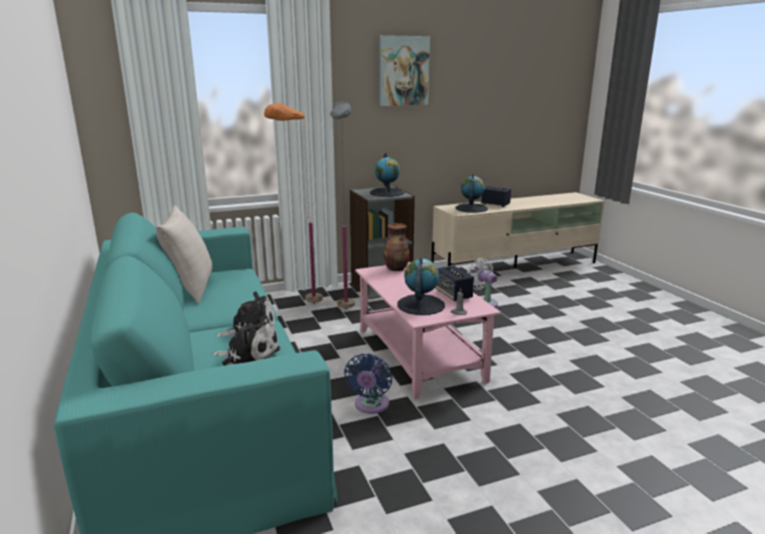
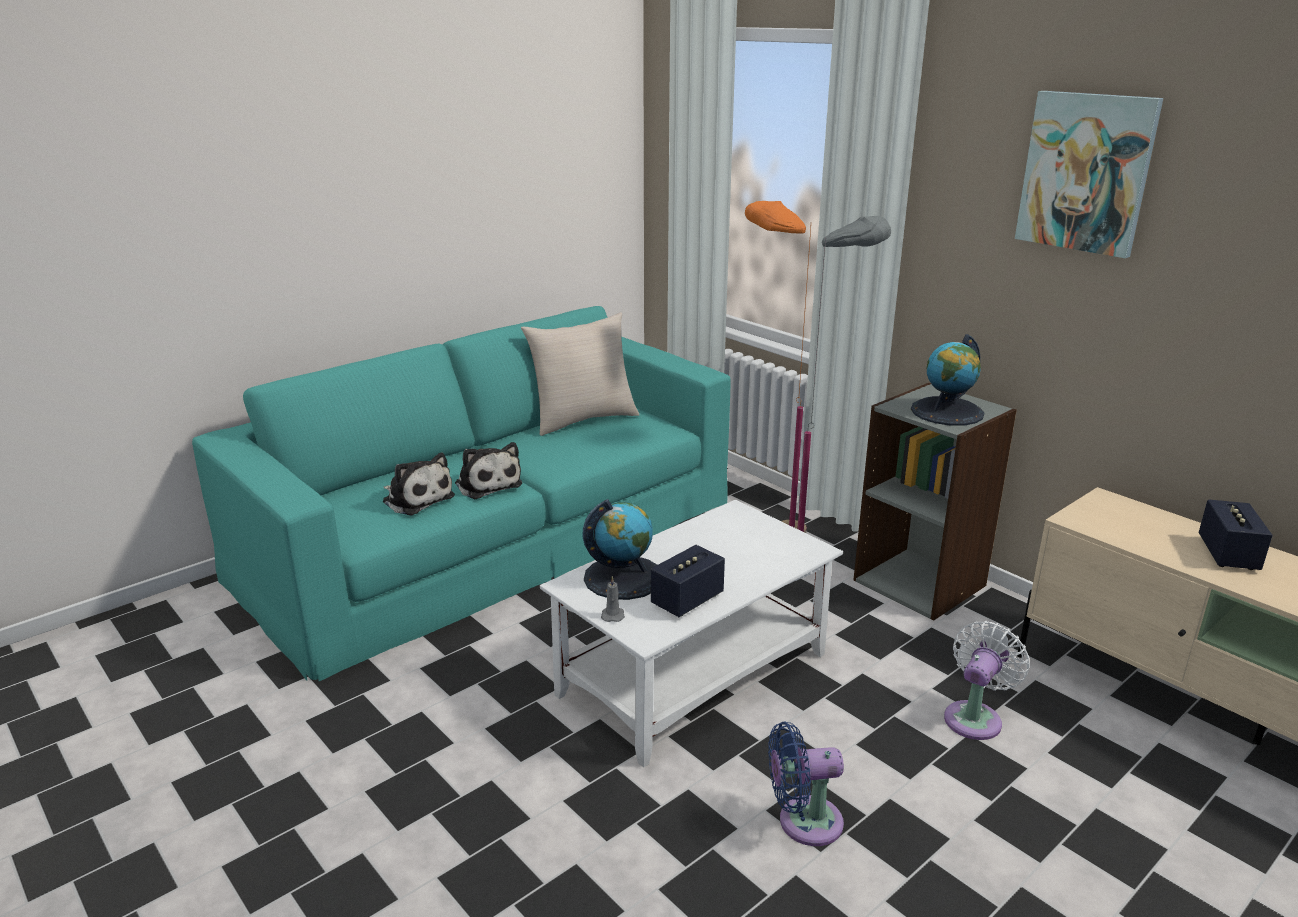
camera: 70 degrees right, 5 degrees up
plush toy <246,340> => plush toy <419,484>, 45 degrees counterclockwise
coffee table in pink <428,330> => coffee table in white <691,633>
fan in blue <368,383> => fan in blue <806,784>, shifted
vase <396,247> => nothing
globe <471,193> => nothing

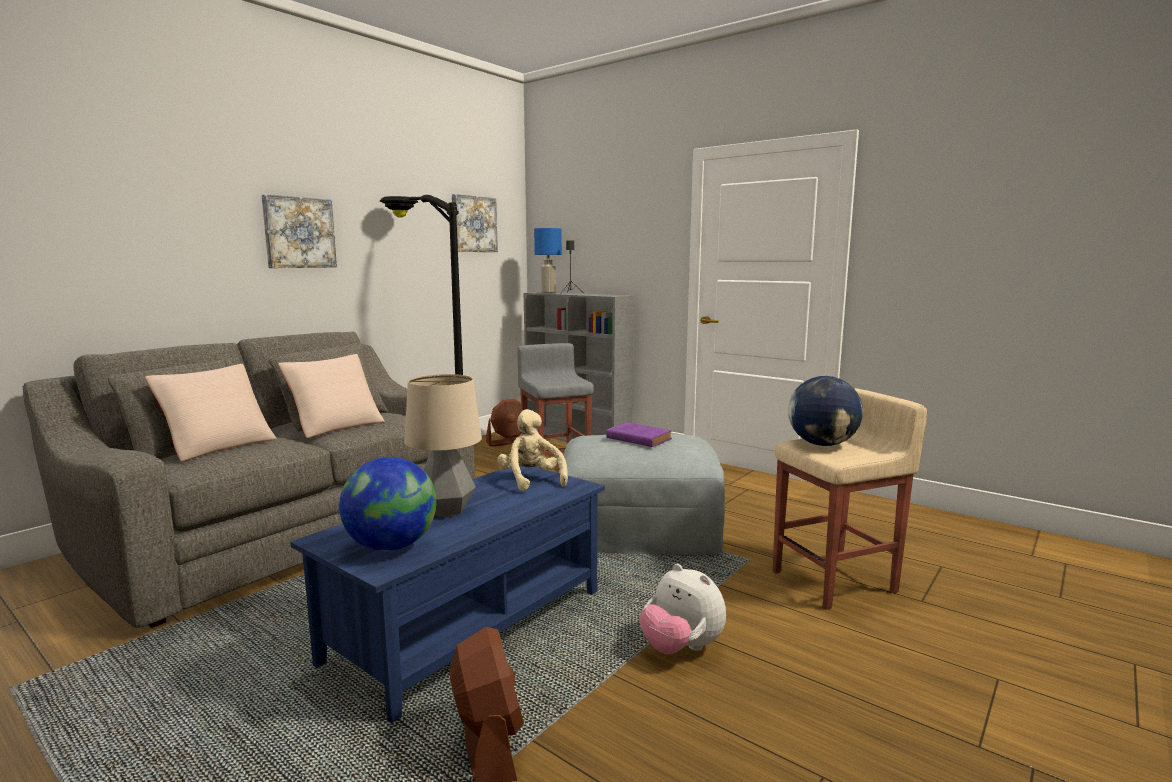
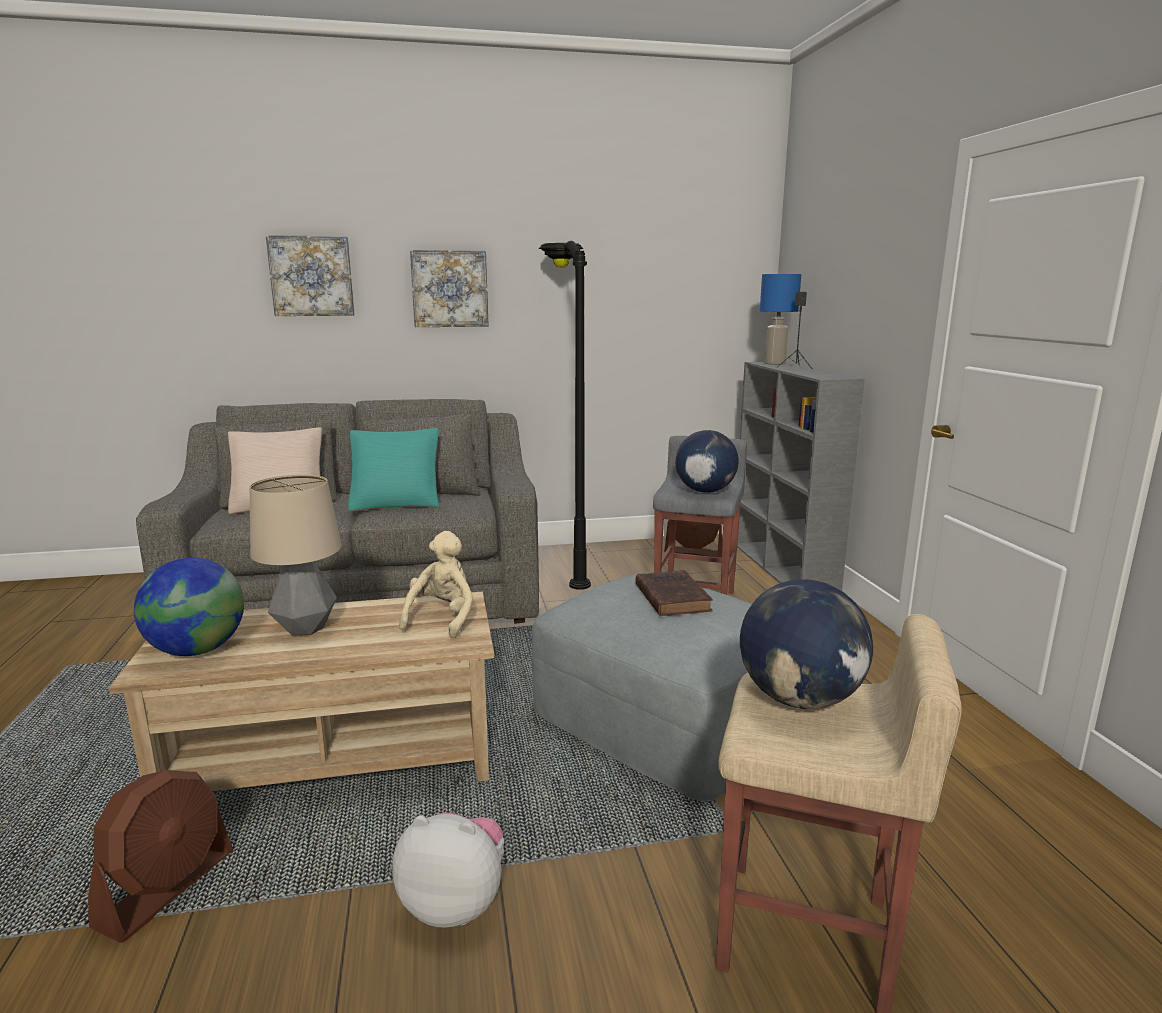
camera: 40 degrees right, 5 degrees up
coffee table in blue <447,595> => coffee table in beige <301,691>
picture <475,223> => picture <310,275>, shifted
pillow in beige <331,396> => pillow in turquoise <394,469>
plush toy <683,609> => plush toy <448,870>, 105 degrees clockwise
book in purple <639,434> => book in brown <674,593>
nothing => globe <707,461>

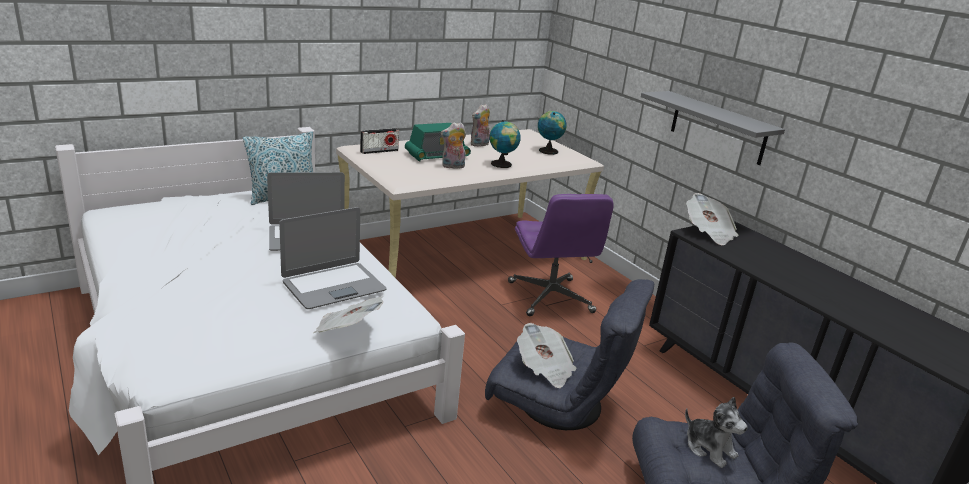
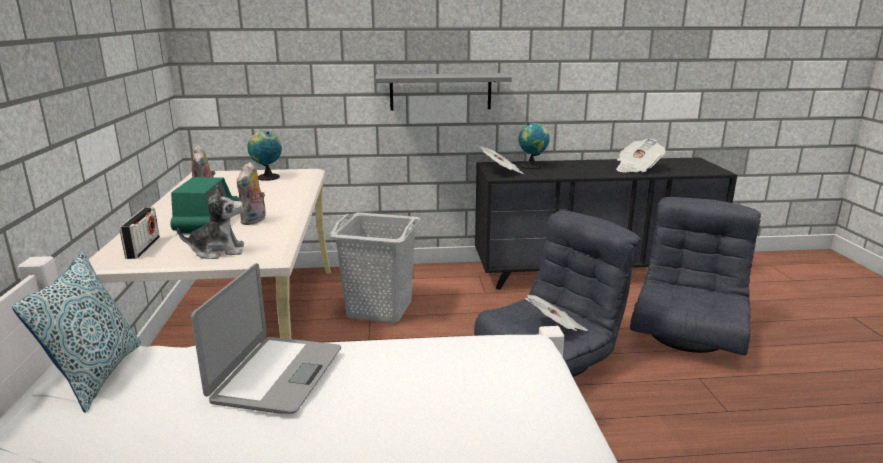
camera: 60 degrees left, 5 degrees down
plush toy <716,432> => plush toy <210,222>, shifted
office chair in purple <561,255> => laundry basket in grey <375,267>
globe <505,144> => globe <534,146>, shifted
newspaper <348,314> => newspaper <641,155>, shifted
laptop <333,258> => nothing

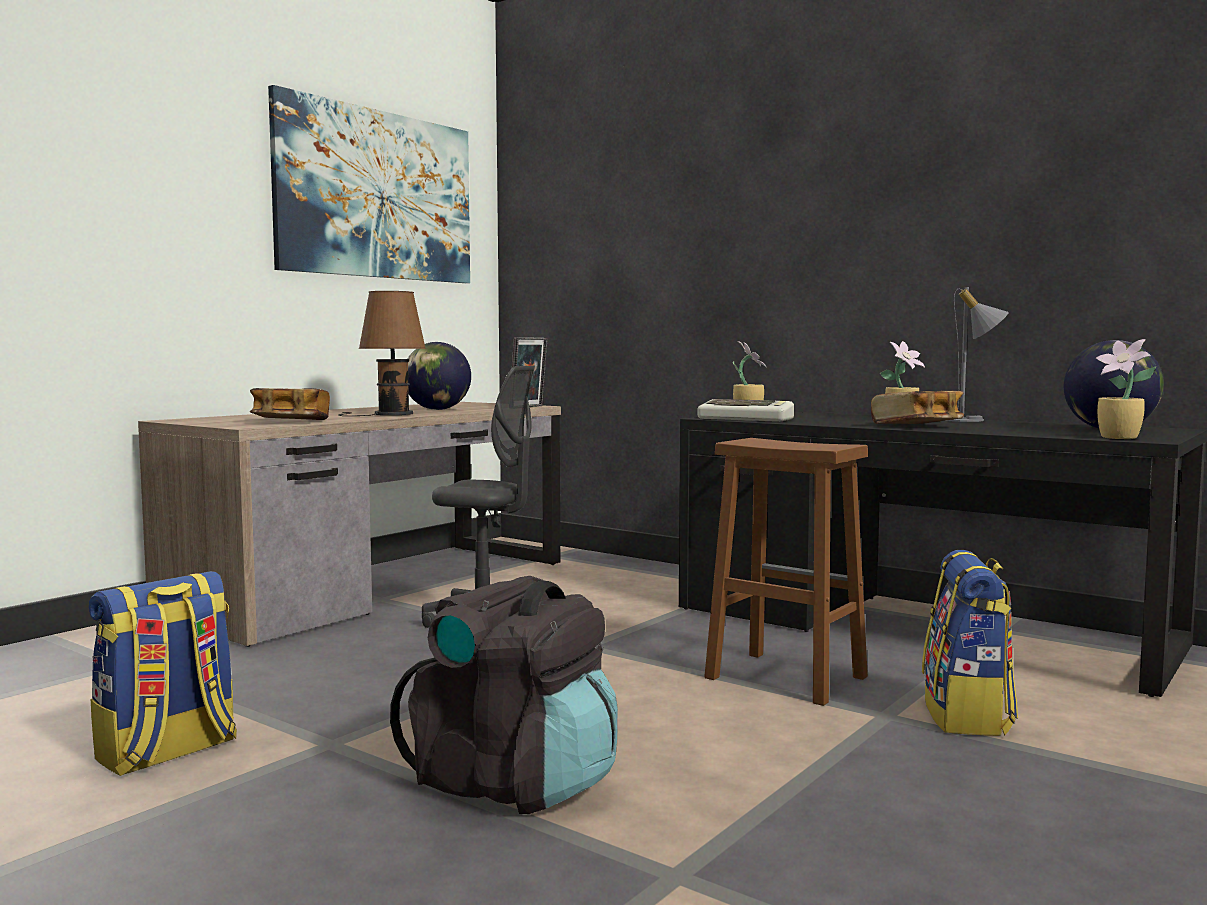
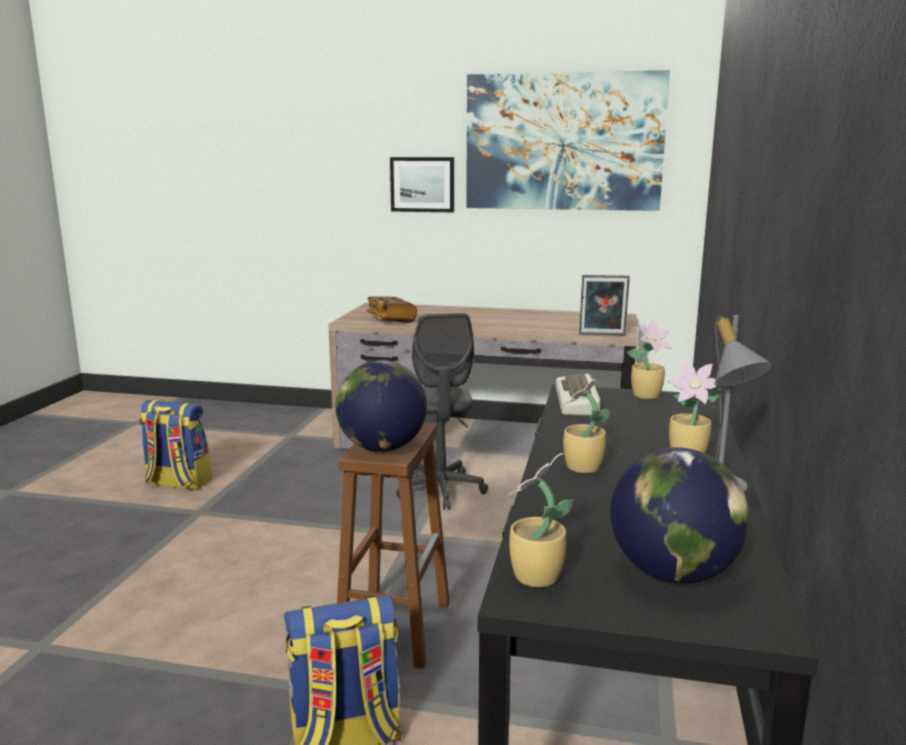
camera: 65 degrees right, 10 degrees up
globe <439,376> => globe <381,406>, shifted
nothing => picture <422,184>
book <917,407> => potted plant <585,423>
table lamp in brown <382,353> => nothing
backpack in black <504,695> => nothing

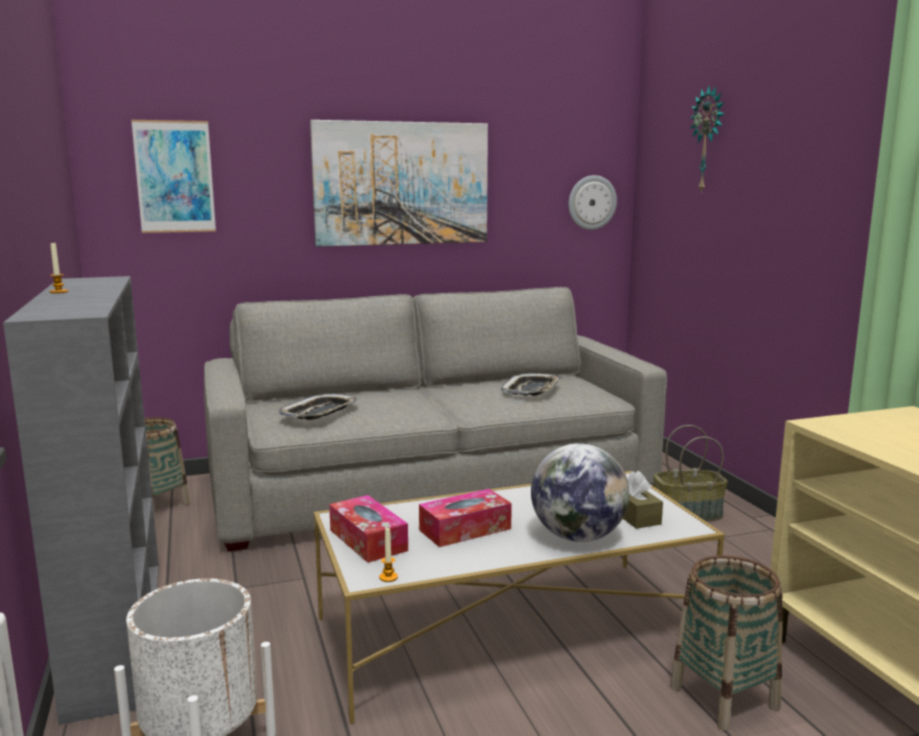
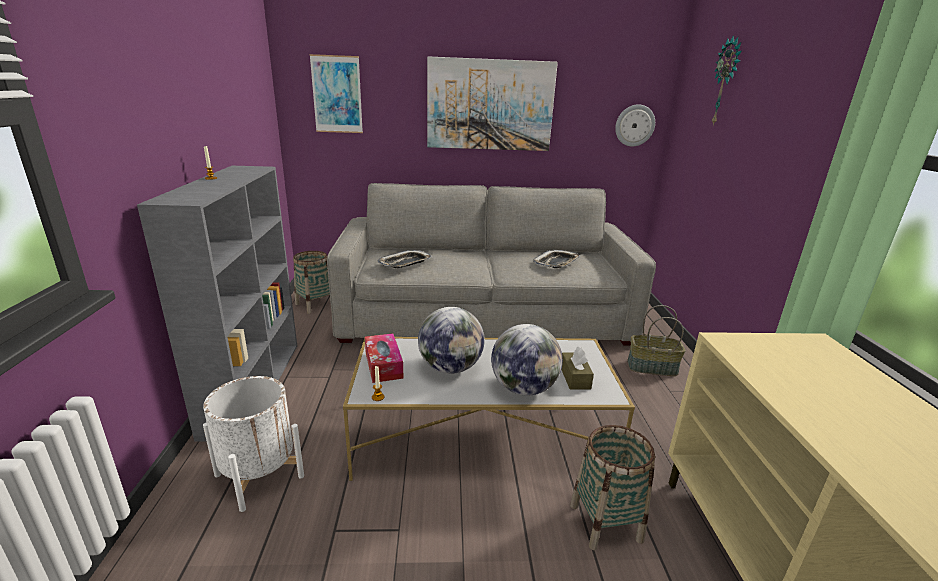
camera: 15 degrees right, 10 degrees up
tissue box <465,518> => globe <451,340>

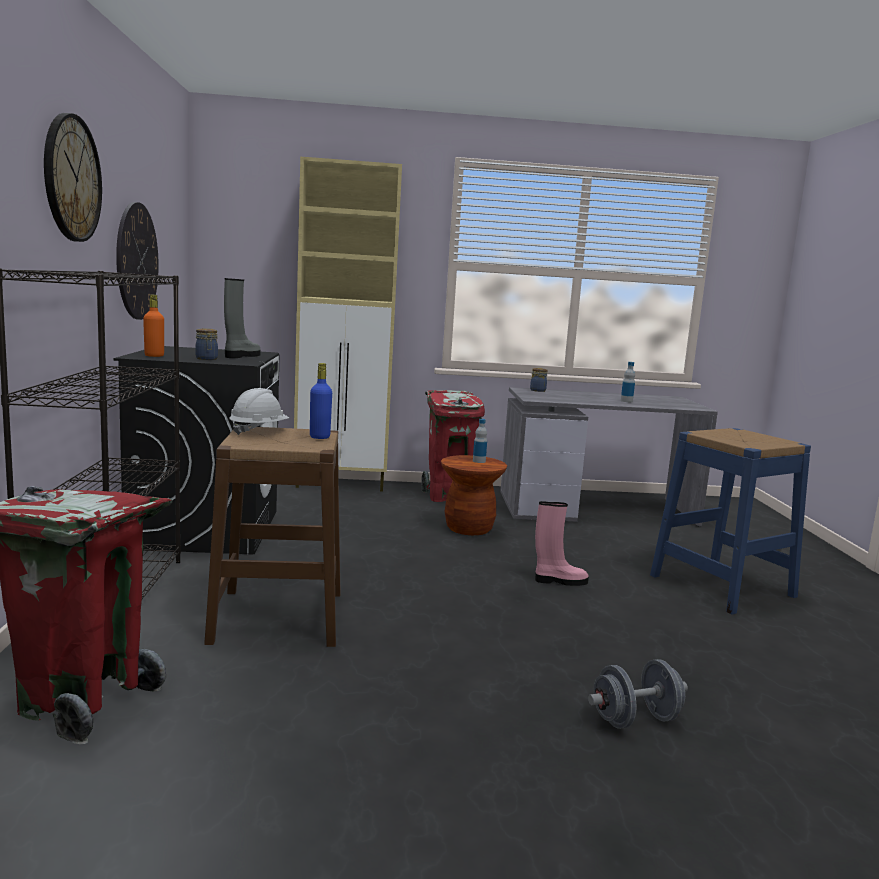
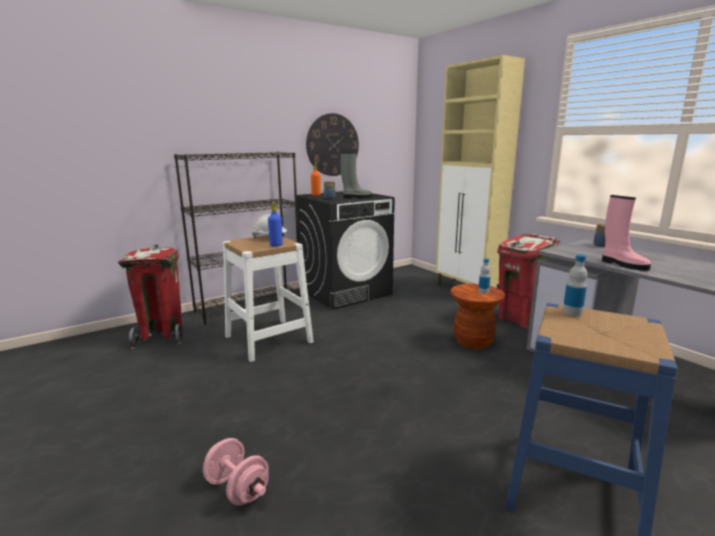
camera: 60 degrees right, 5 degrees up
dumbbell in grey <638,694> => dumbbell in pink <236,471>
stool in brown <272,537> => stool in white <268,298>
bottle <628,382> => bottle <575,285>, shifted
boot in pink <562,543> => boot in pink <626,233>, shifted
wall clock <73,177> => nothing

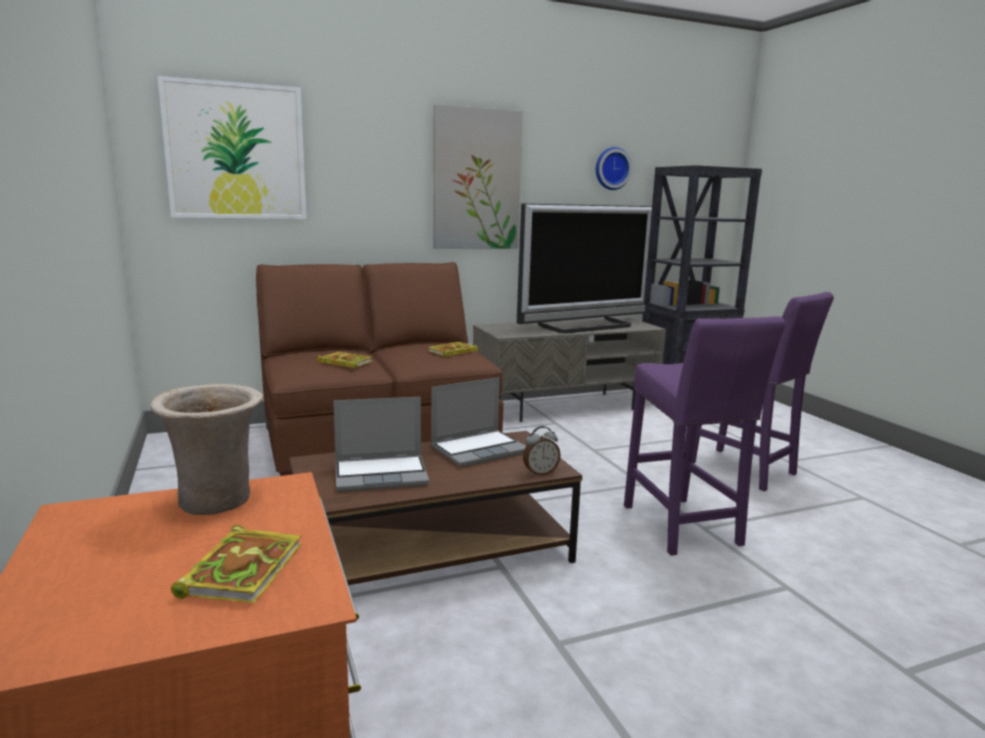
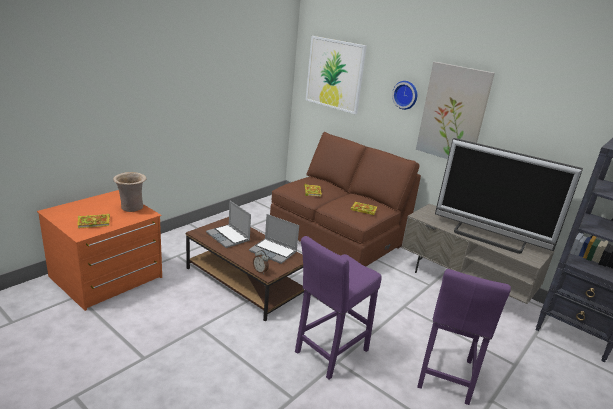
camera: 60 degrees right, 10 degrees up
wall clock <614,168> => wall clock <404,95>, shifted

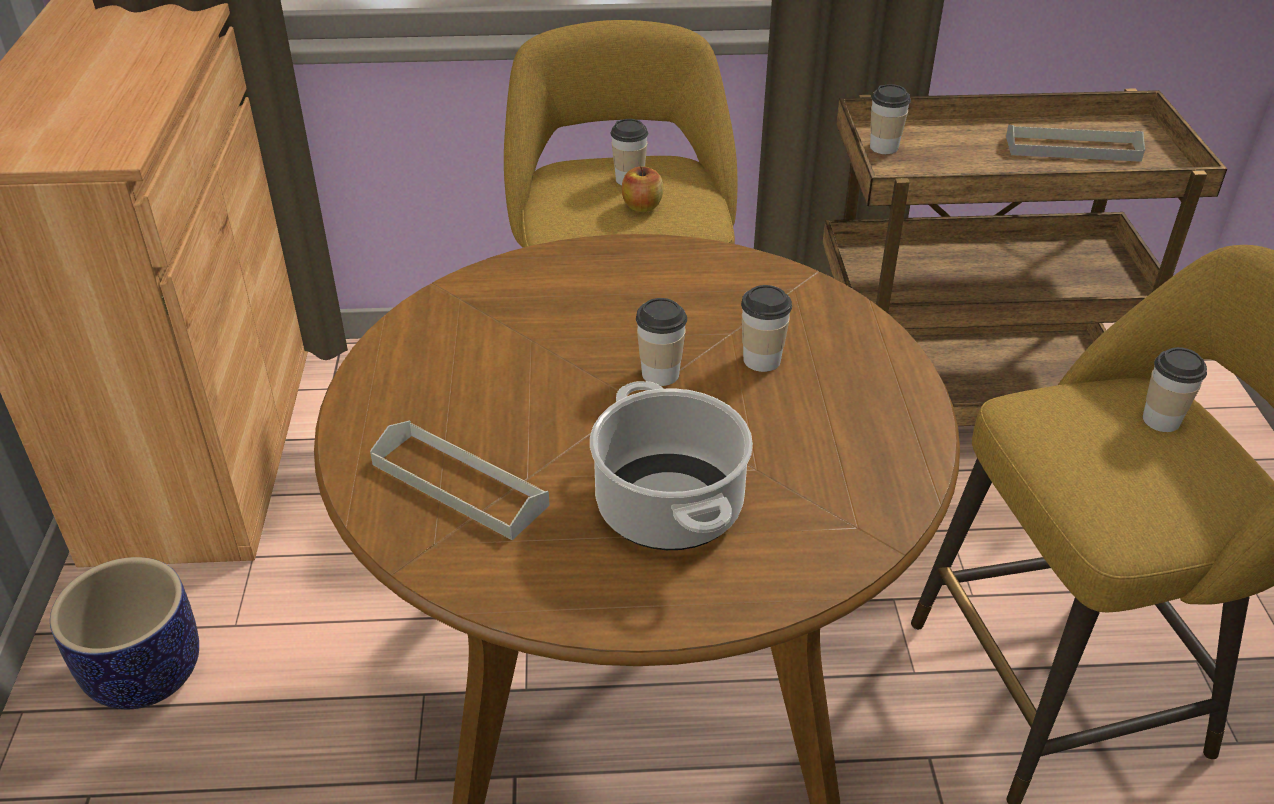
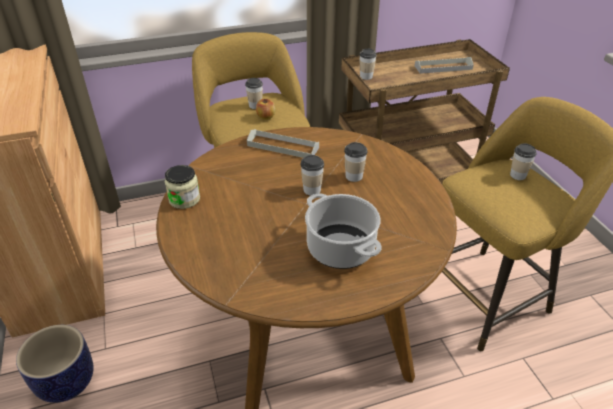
camera: 15 degrees left, 0 degrees up
nothing => jar <182,187>
tray in grey <460,480> => tray in grey <283,143>, shifted

